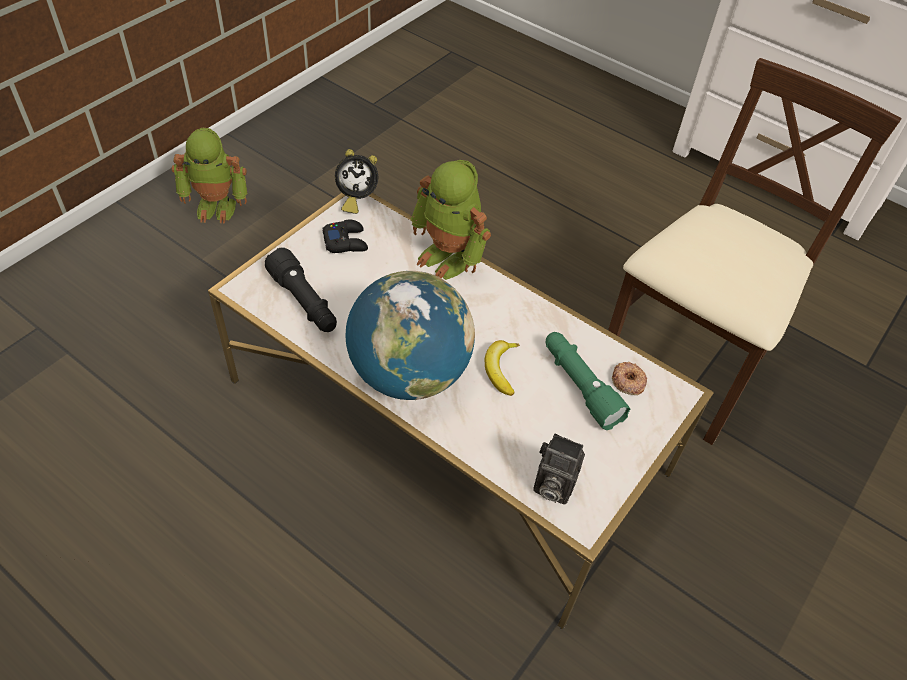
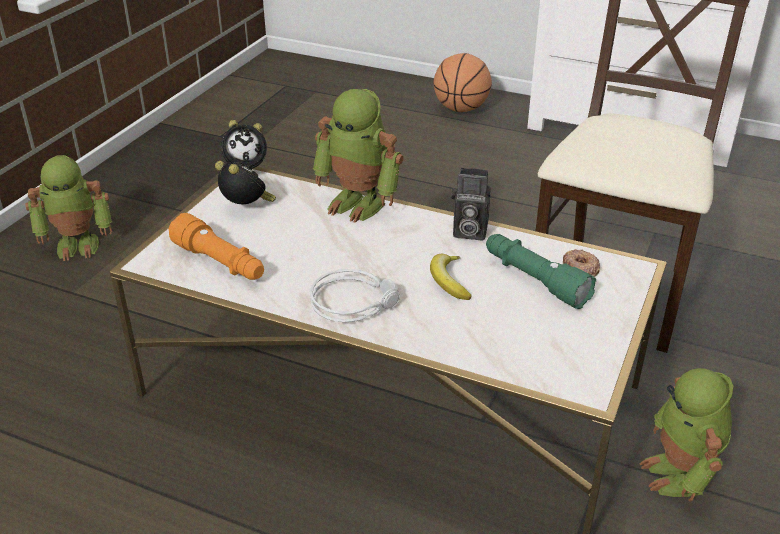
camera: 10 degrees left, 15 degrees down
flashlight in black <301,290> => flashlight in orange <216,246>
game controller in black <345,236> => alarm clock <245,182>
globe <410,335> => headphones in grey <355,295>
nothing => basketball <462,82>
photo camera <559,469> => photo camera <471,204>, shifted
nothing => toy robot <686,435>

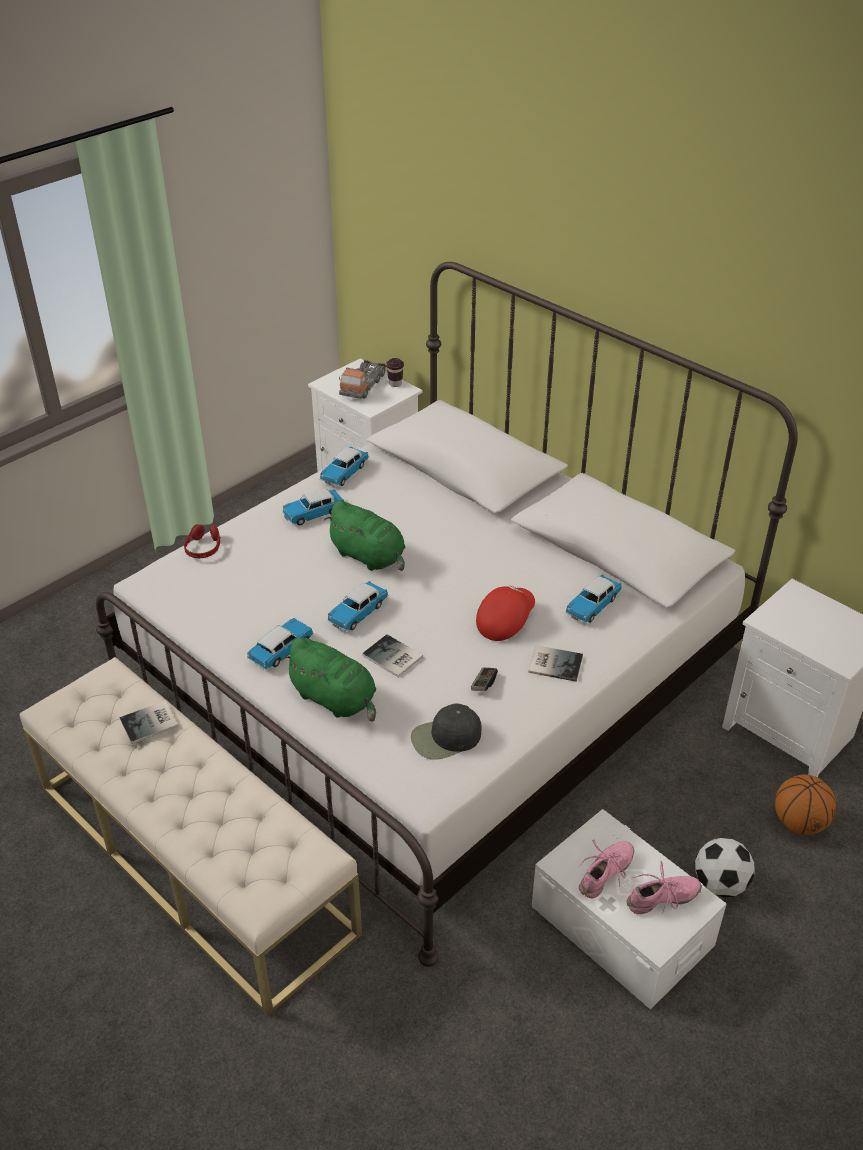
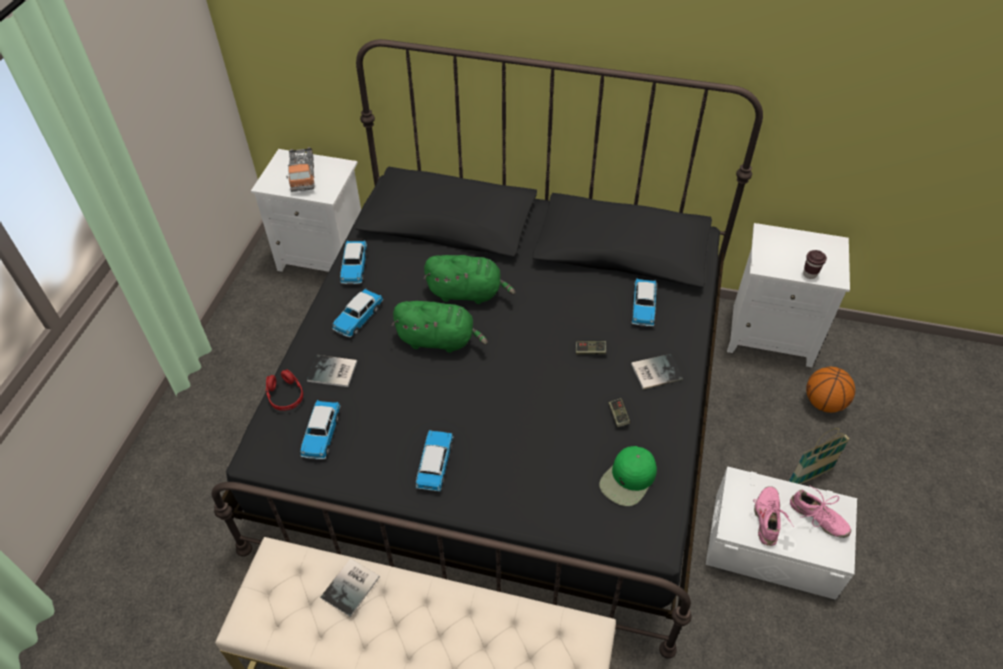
camera: 30 degrees left, 10 degrees up
bed in white <447,614> => bed in black <487,349>
toy car <357,606> => toy car <320,430>, shifted
book <392,656> => book <332,371>, shifted
plush toy in green <329,680> => plush toy in green <470,279>, shifted
cap in red <505,613> => game controller <591,347>
cap in black <446,732> => cap in green <628,476>
football <725,867> => basket <819,456>
shoe in pink <664,887> => shoe in pink <820,512>, 90 degrees clockwise
cup in brown <395,372> => cup in brown <815,264>, shifted

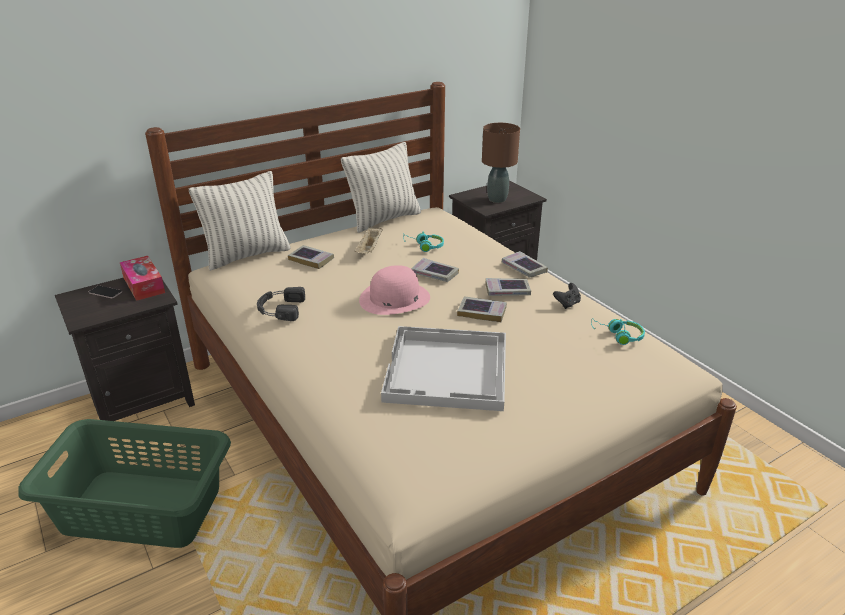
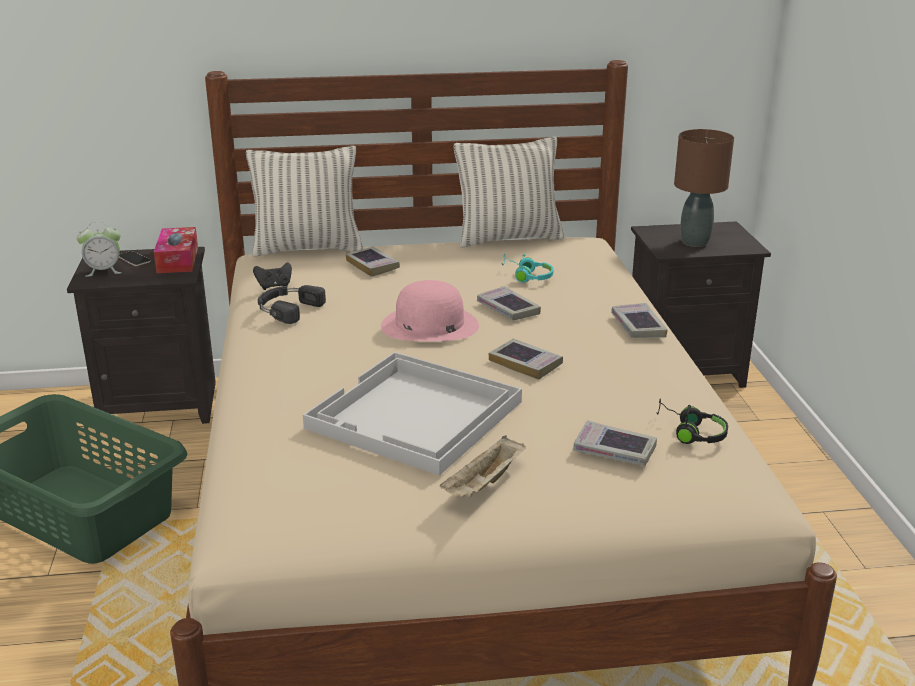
camera: 25 degrees right, 5 degrees down
nothing => alarm clock <99,249>
game controller in black <567,296> => game controller in black <272,276>, shifted
tray in beige <369,239> => tray in beige <483,466>, shifted
book <508,287> => book <615,443>, shifted
headphones in turquoise <618,331> => headphones in black <692,421>

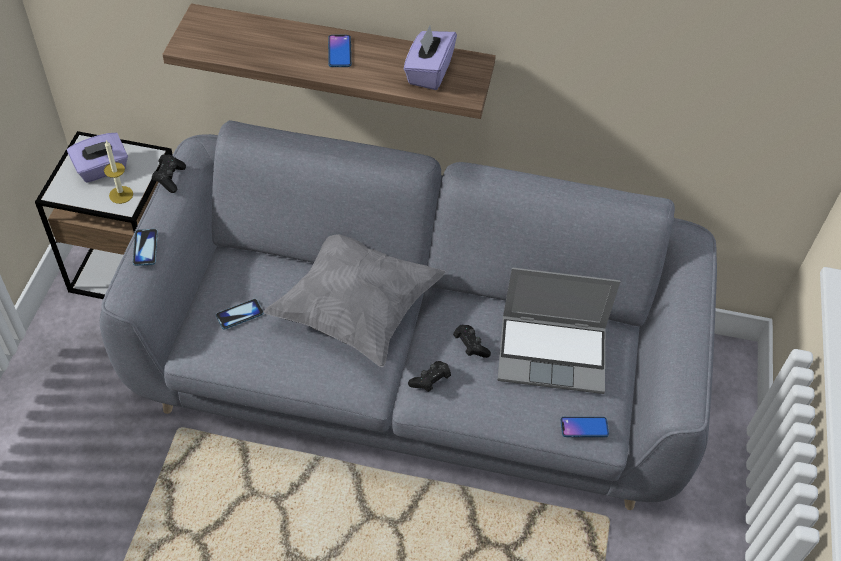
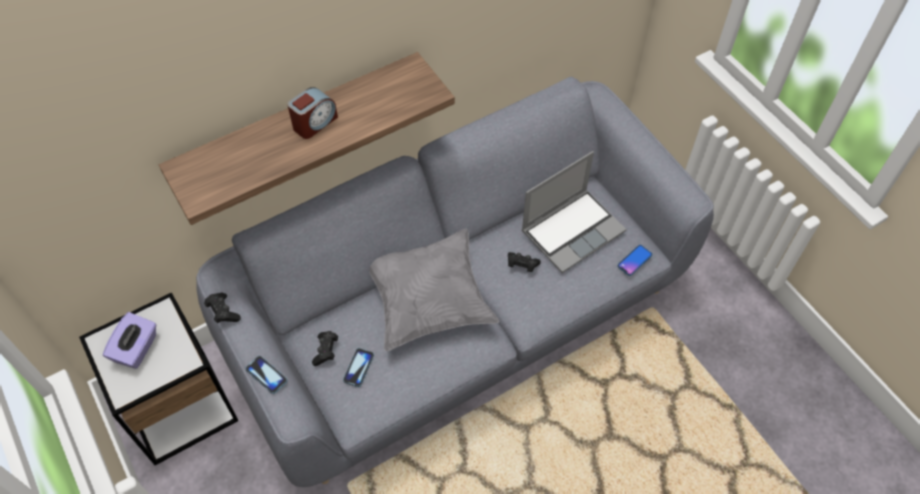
camera: 40 degrees left, 5 degrees up
phone <339,51> => alarm clock <312,113>
game controller in black <429,376> => game controller in black <325,348>, shifted
candle <118,172> => nothing
tissue box in purple <430,58> => nothing

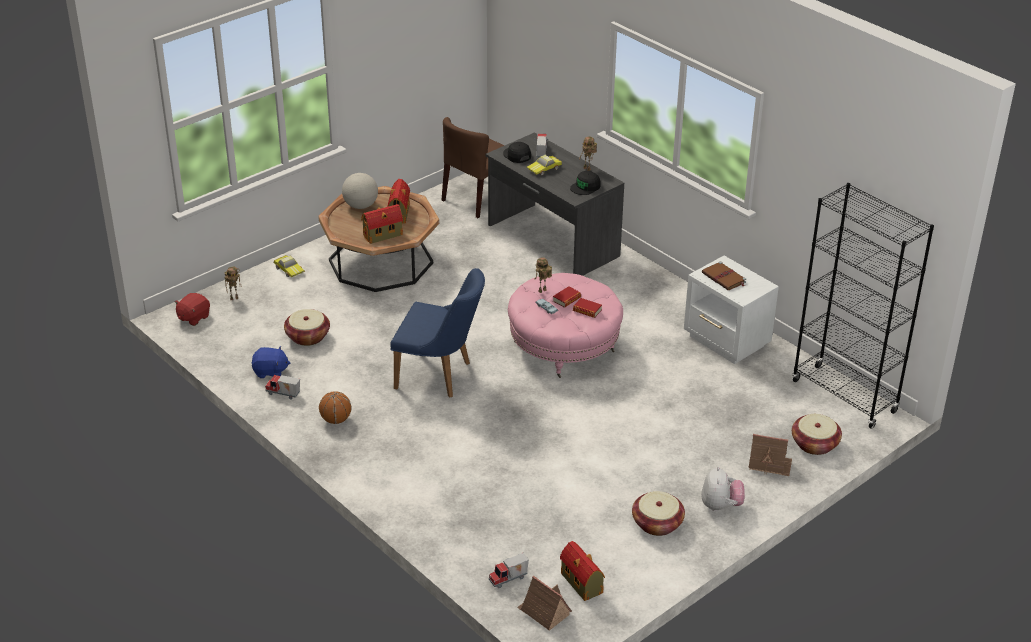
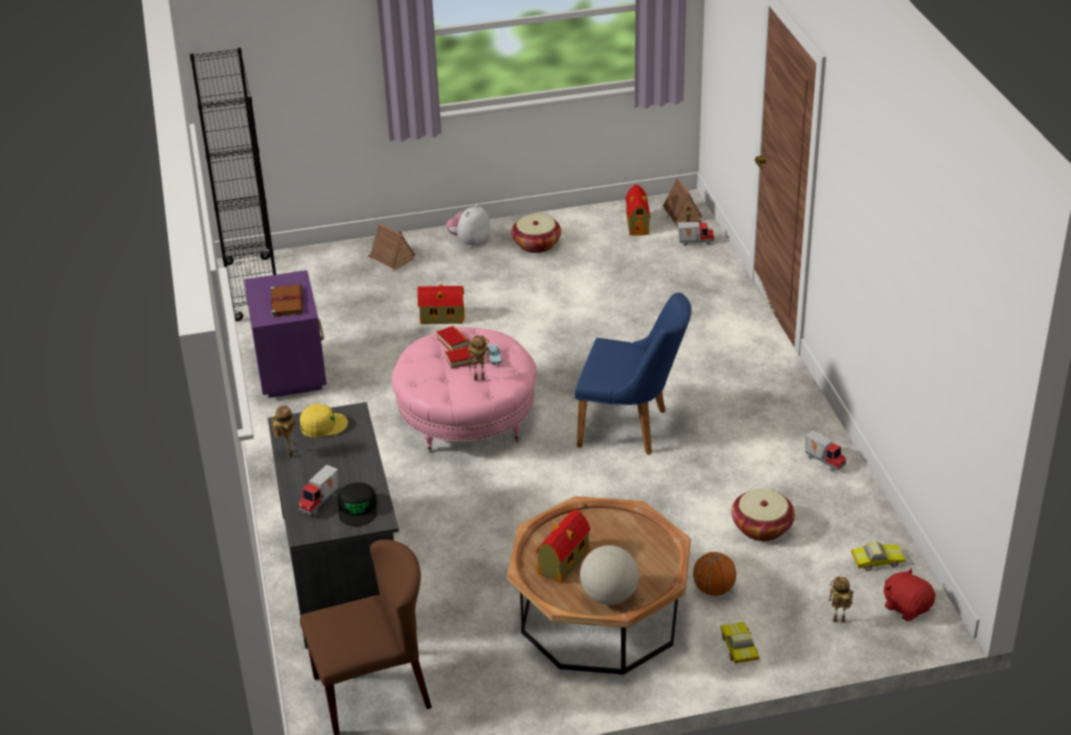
camera: 150 degrees left, 0 degrees up
nightstand in white <731,310> => nightstand in purple <285,334>
cap in black <585,183> => cap in yellow <324,421>
toy house <382,224> => toy house <441,304>, shifted
chair in blue <437,333> => chair in blue <633,374>, 150 degrees clockwise
basketball <335,407> => basketball <714,574>, shifted
toy car <544,165> => toy car <878,556>, shifted
plush toy in red <192,309> => plush toy in red <910,594>, 105 degrees counterclockwise
plush toy in blue <270,362> => nothing
basket <817,434> => nothing

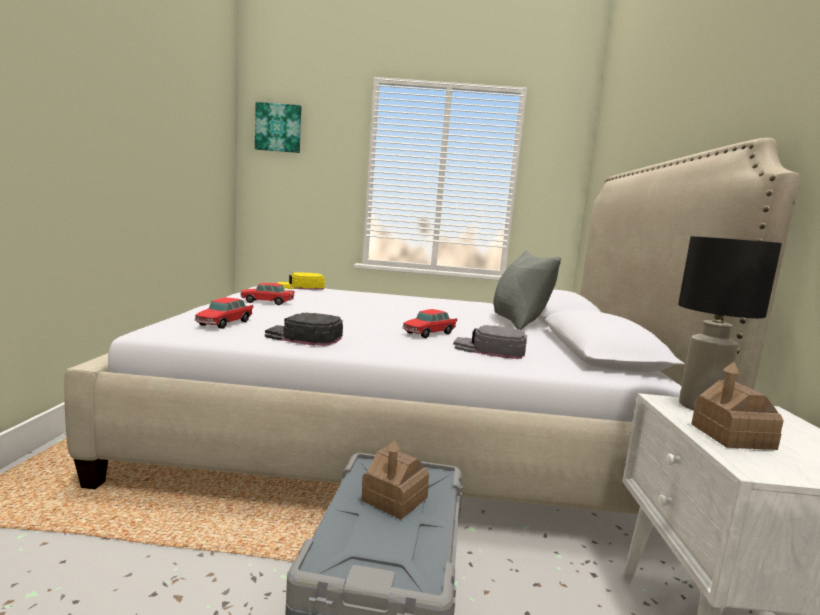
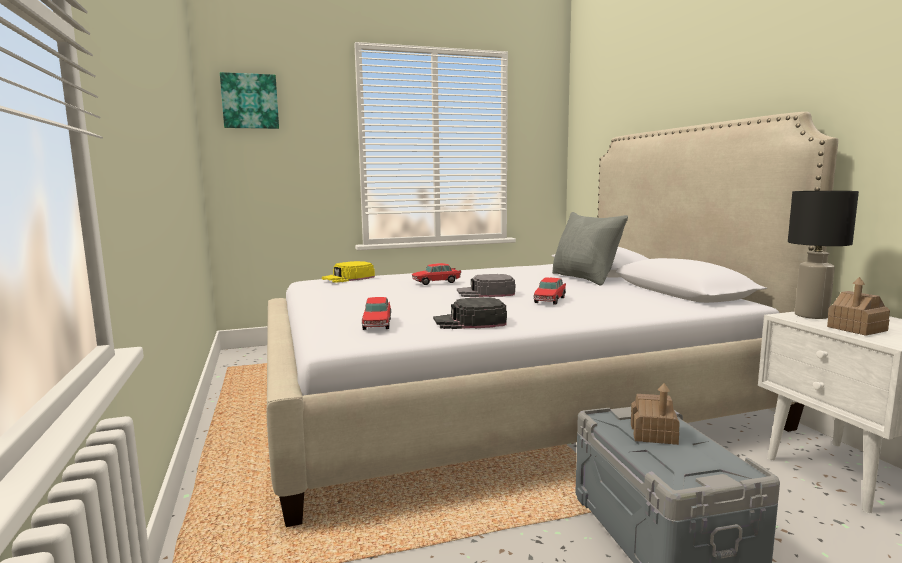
camera: 20 degrees left, 0 degrees up
toy car <268,294> => toy car <436,274>, shifted
cap in grey <490,342> => cap in grey <486,285>, shifted

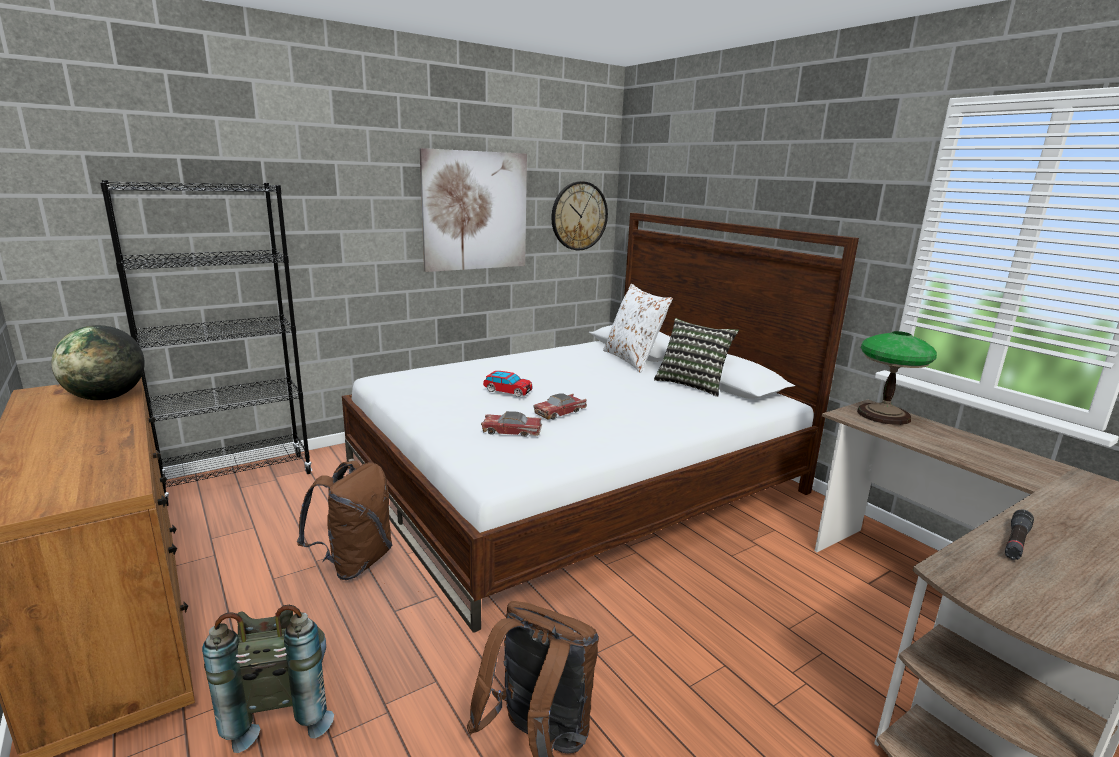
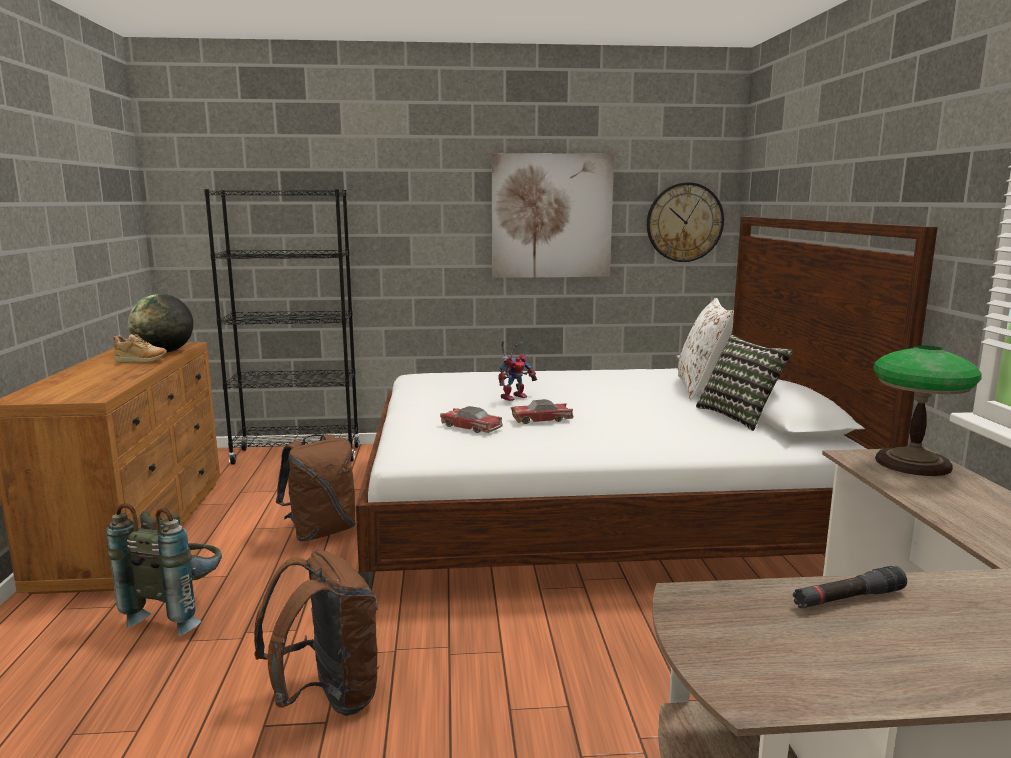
camera: 30 degrees right, 5 degrees down
nothing => shoe in beige <140,348>
toy car <507,384> => toy robot <517,370>

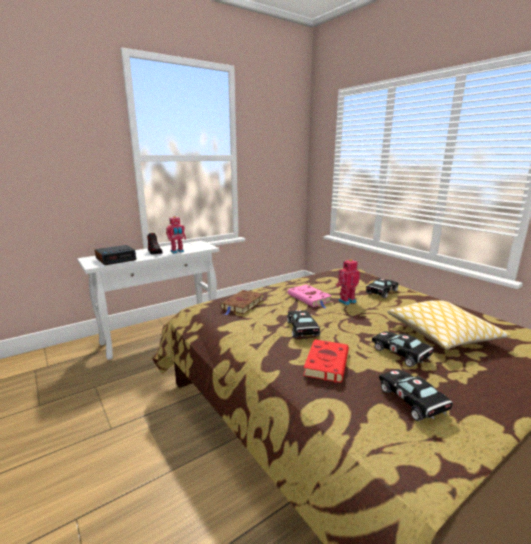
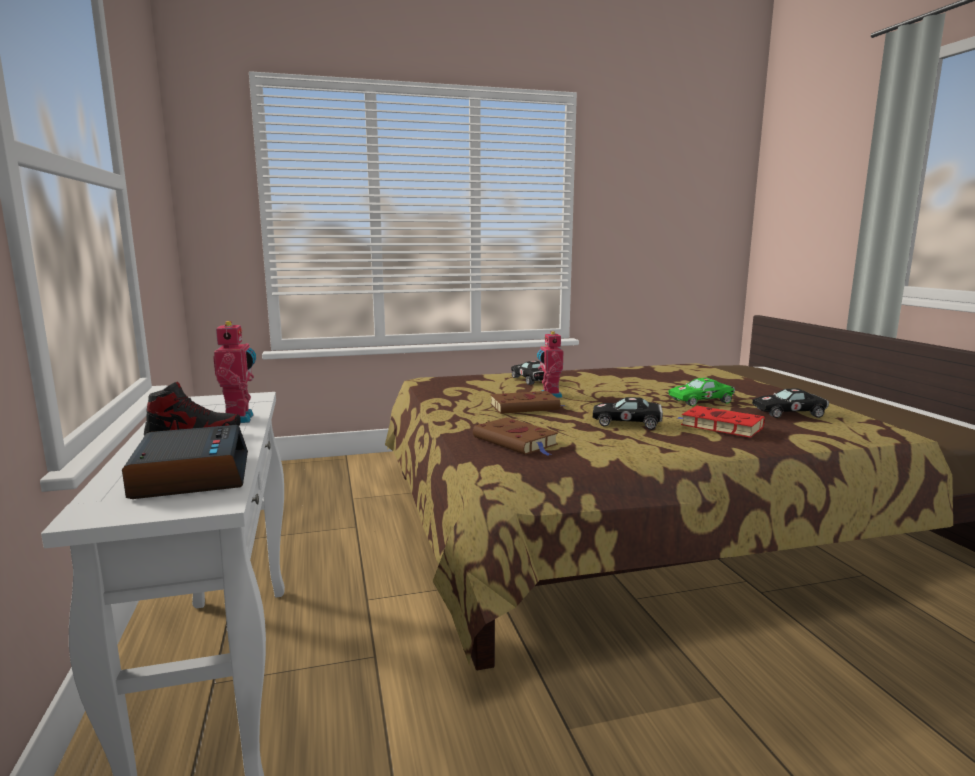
camera: 70 degrees left, 5 degrees down
book in pink <310,296> => book in brown <527,402>
toy car in black <403,349> => toy car in green <701,392>
pillow <449,325> => nothing

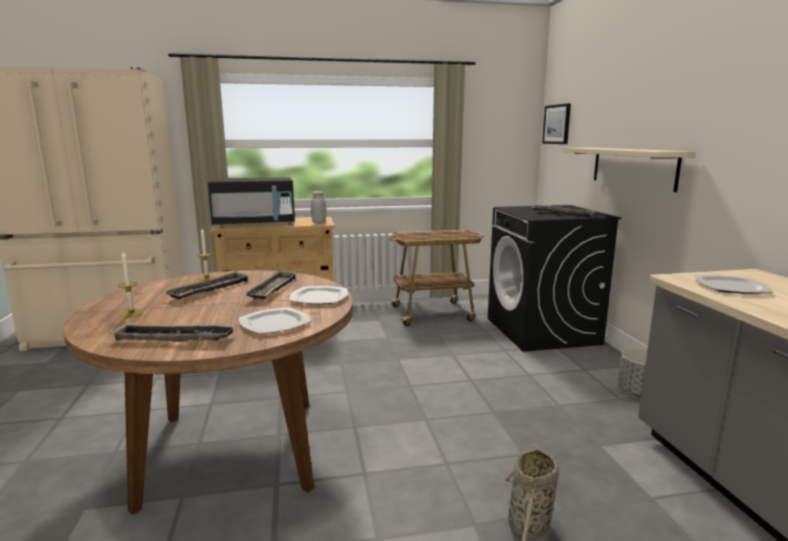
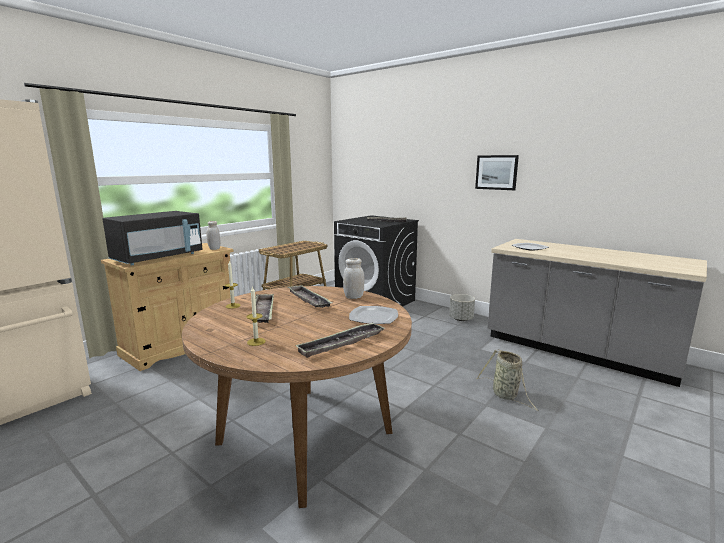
camera: 40 degrees left, 0 degrees up
plate <318,295> => jar in white <354,278>
picture <556,123> => picture <497,172>, shifted
shelf in beige <628,170> => nothing

